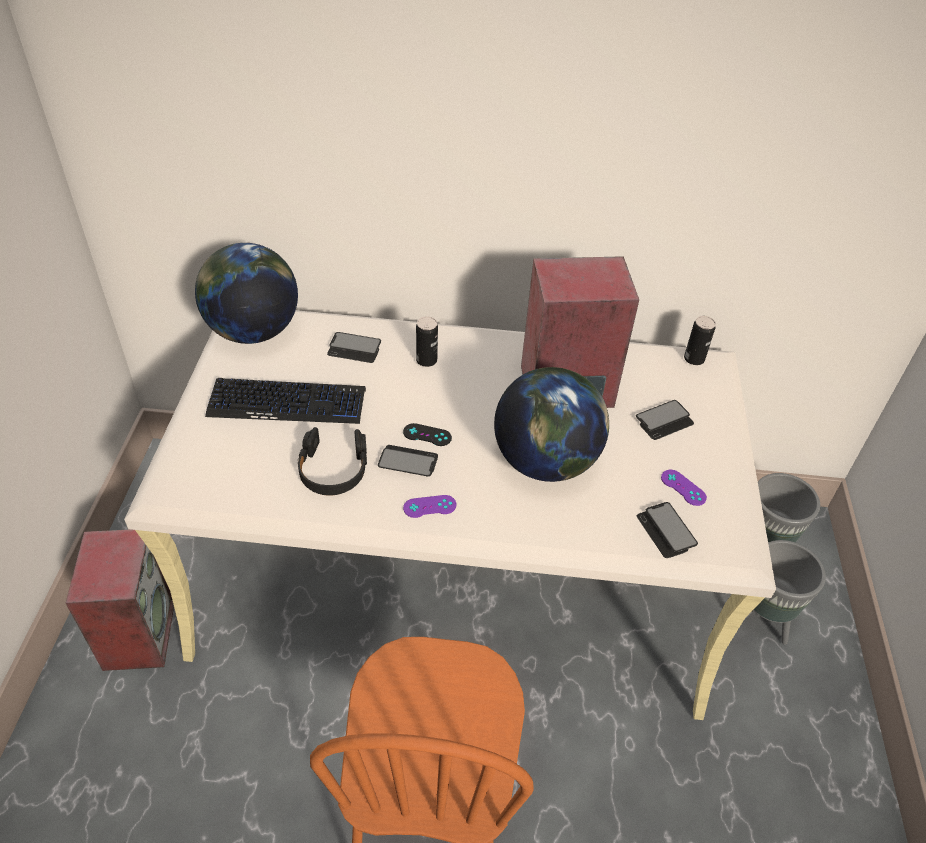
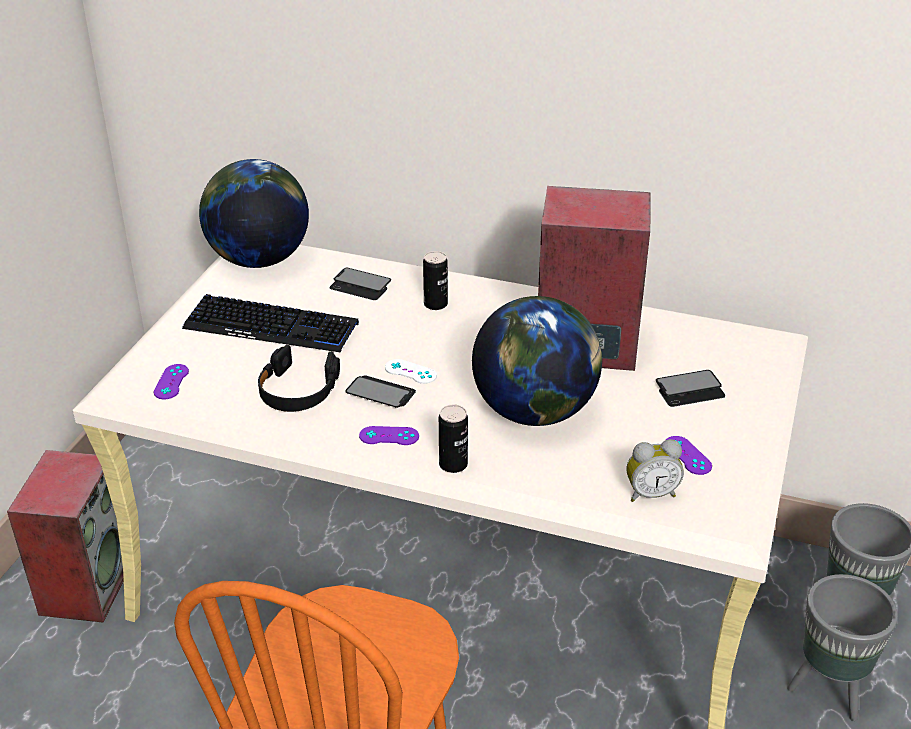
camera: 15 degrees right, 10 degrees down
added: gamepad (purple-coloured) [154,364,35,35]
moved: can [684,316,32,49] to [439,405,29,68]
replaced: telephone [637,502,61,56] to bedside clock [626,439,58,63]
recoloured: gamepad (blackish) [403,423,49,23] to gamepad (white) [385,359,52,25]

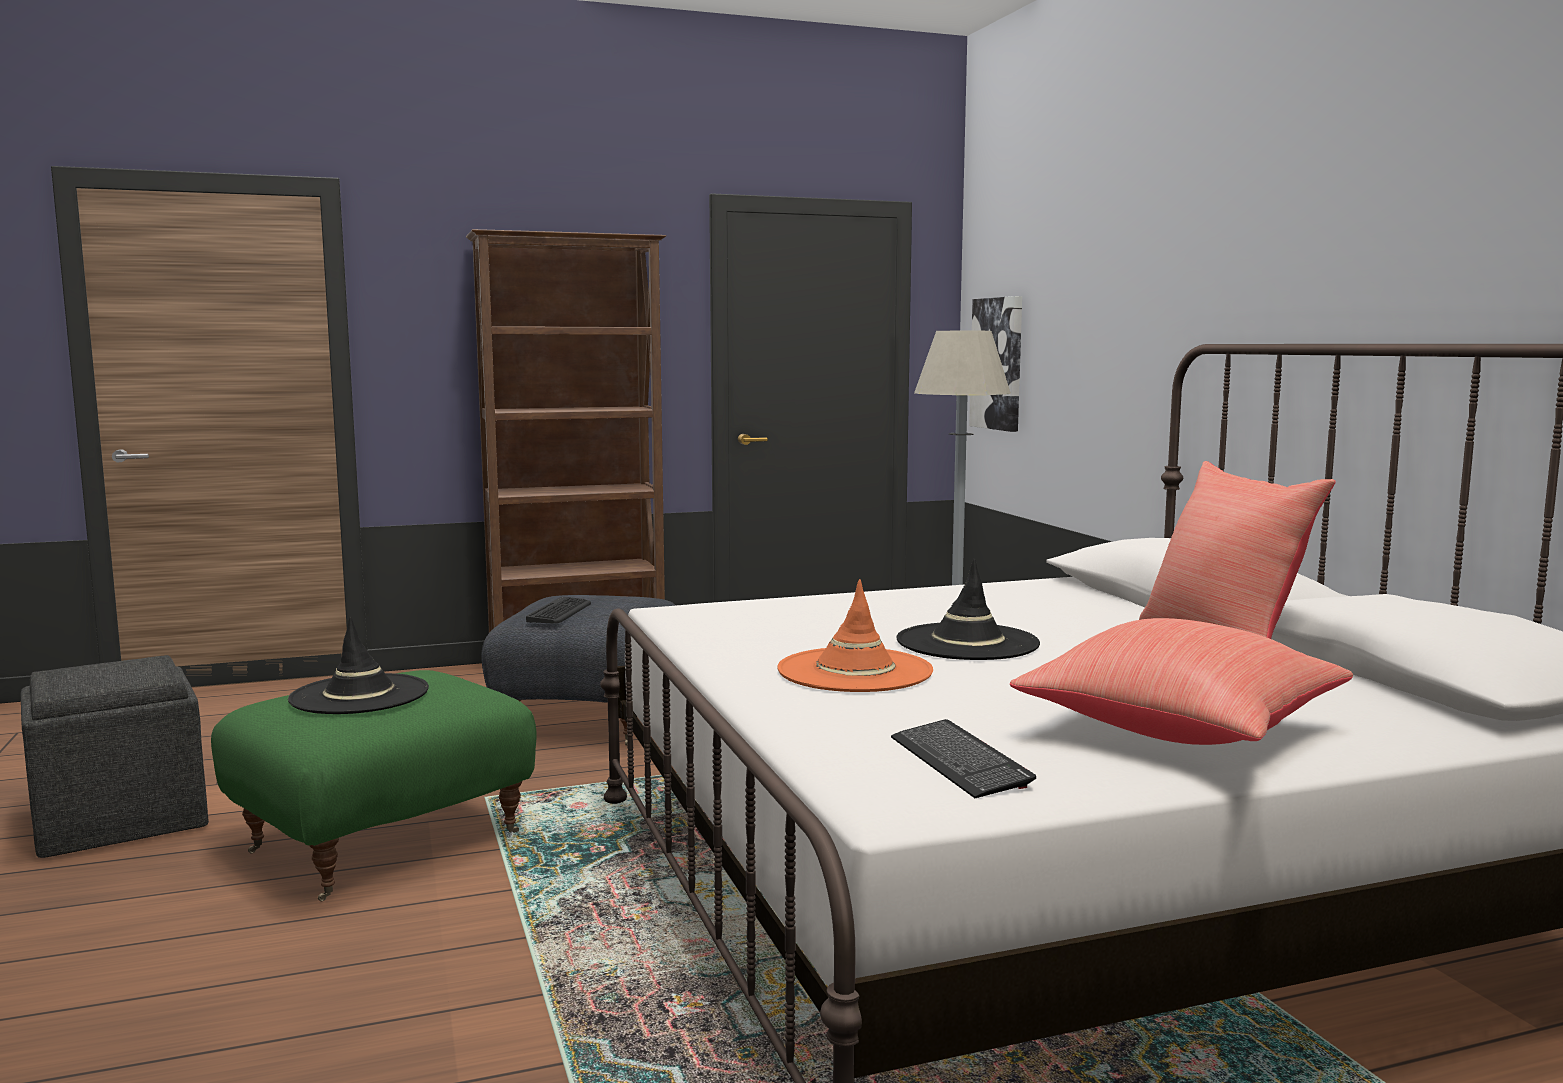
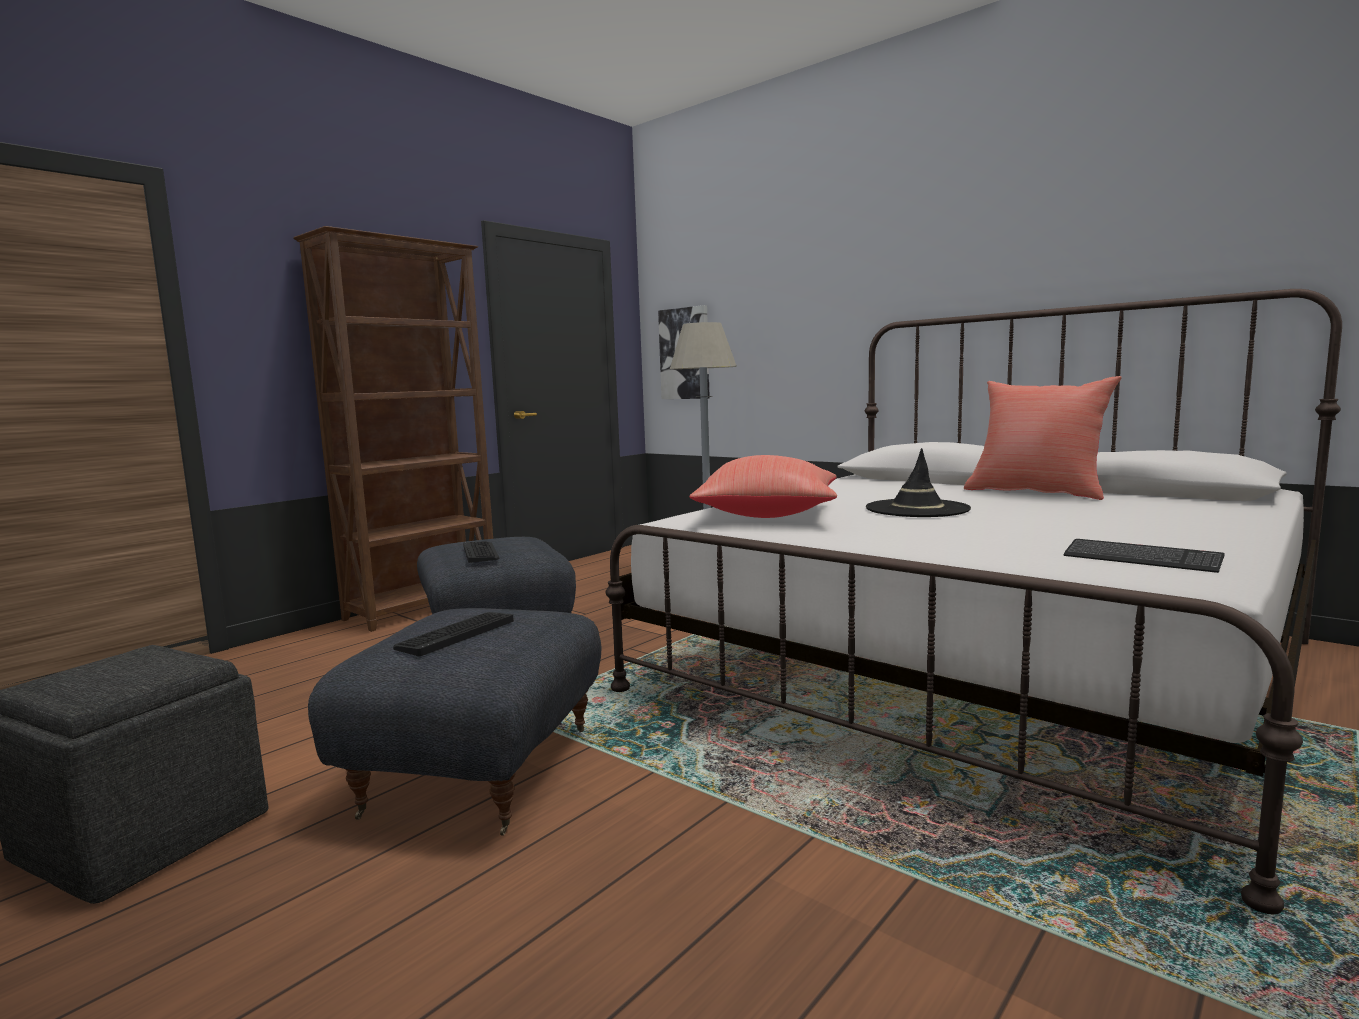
camera: 30 degrees left, 0 degrees up
removed: clothing hat (orange-coloured) [777,579,156,113]
moved: pillow (red-coloured) [1010,618,343,127] to [689,455,148,63]
replaced: clothing hat (blackish) [288,617,141,97] to computer keyboard [393,612,121,44]
recoloured: ottoman (greenish) [211,670,326,231] to ottoman (gray) [308,608,293,228]

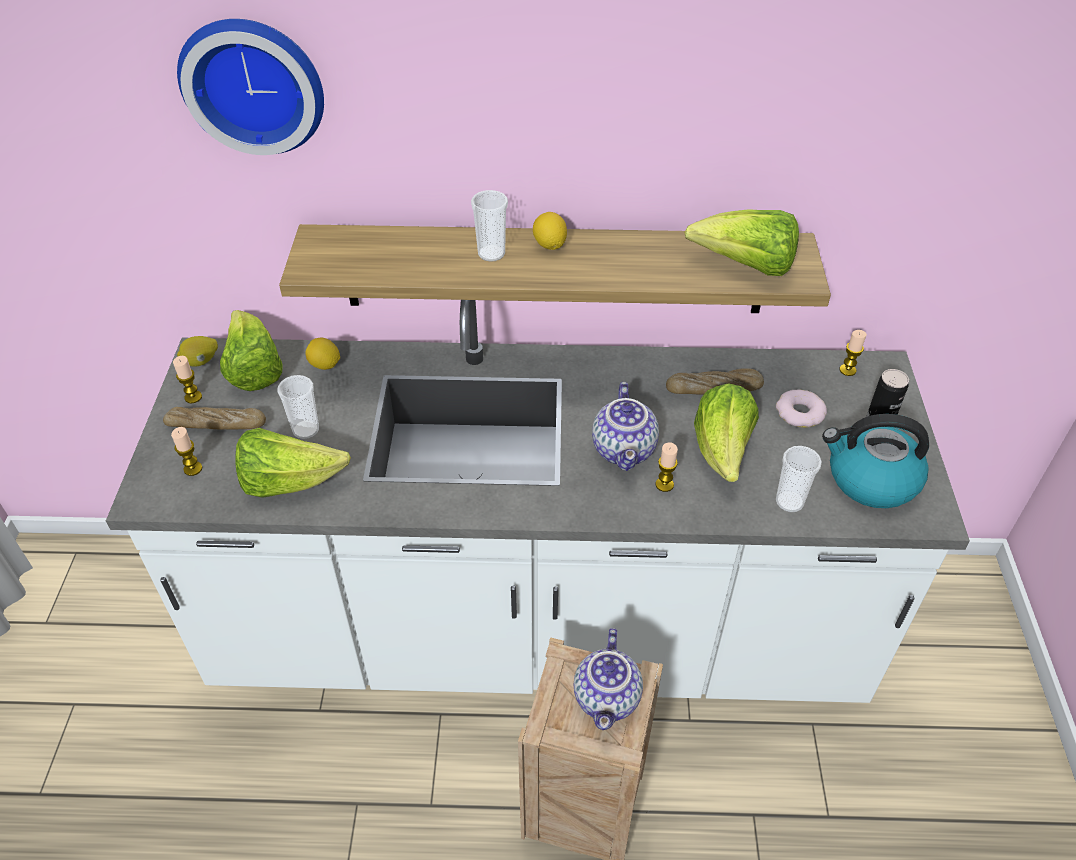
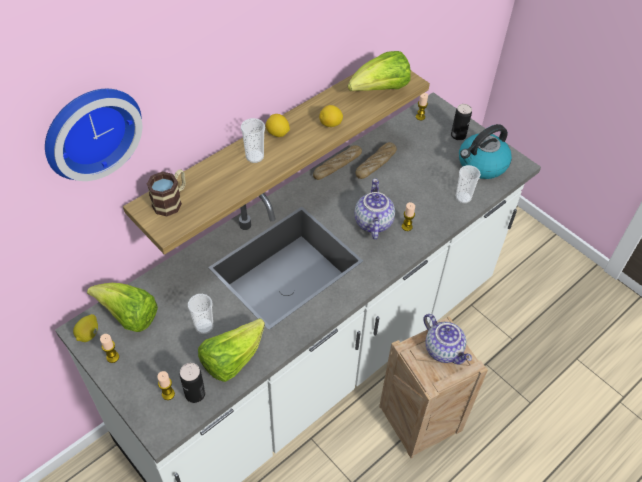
camera: 45 degrees left, 5 degrees up
removed: lettuce head [694,383,65,99]; ring doughnut [776,390,51,38]
added: tea mug [147,169,39,47]; can [180,363,25,40]
moved: lemon [305,338,35,32] to [319,105,24,22]; bread [163,407,103,23] to [313,145,49,35]
turned: tea pot [592,382,67,89] = [354,179,41,60] 135 degrees counterclockwise

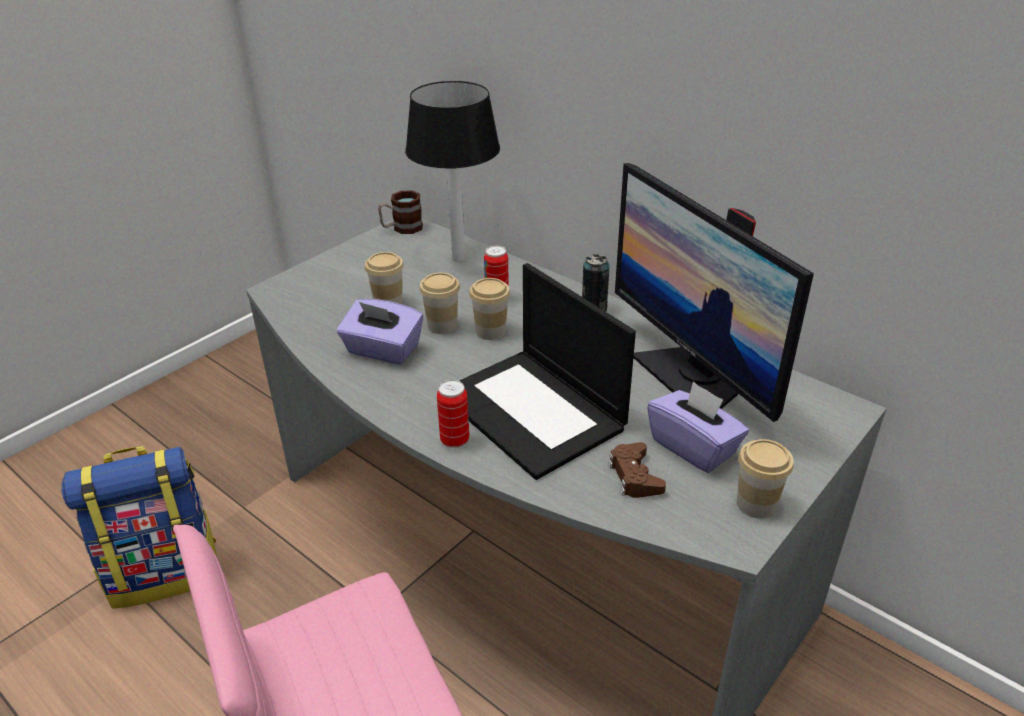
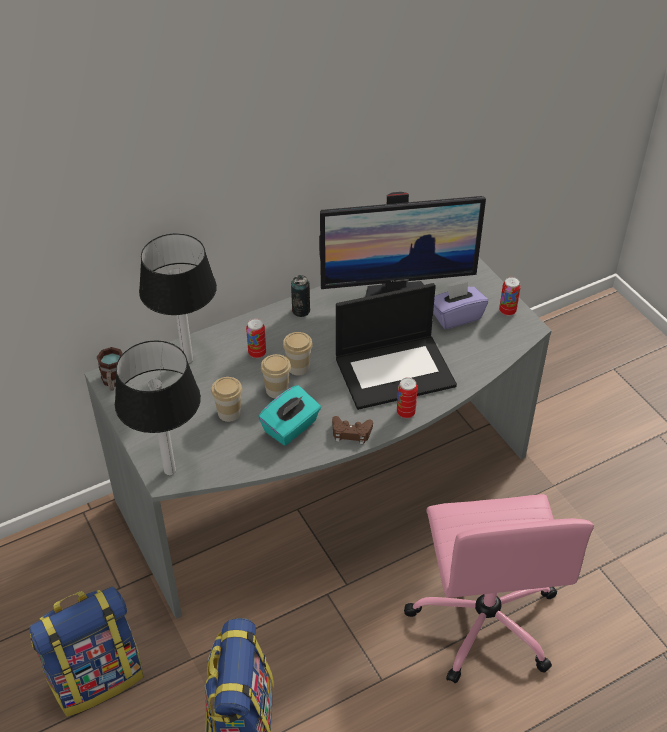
camera: 70 degrees left, 10 degrees up
added: table lamp [115,341,86,134]; knapsack [29,587,115,130]
moved: gamepad (brownish) [608,442,58,56] to [332,416,41,28]
replaced: small cup [737,439,57,79] to can [499,277,22,39]
recoloured: box of tissues (purple-coloured) [337,299,86,66] to box of tissues (blue-green) [258,385,63,61]

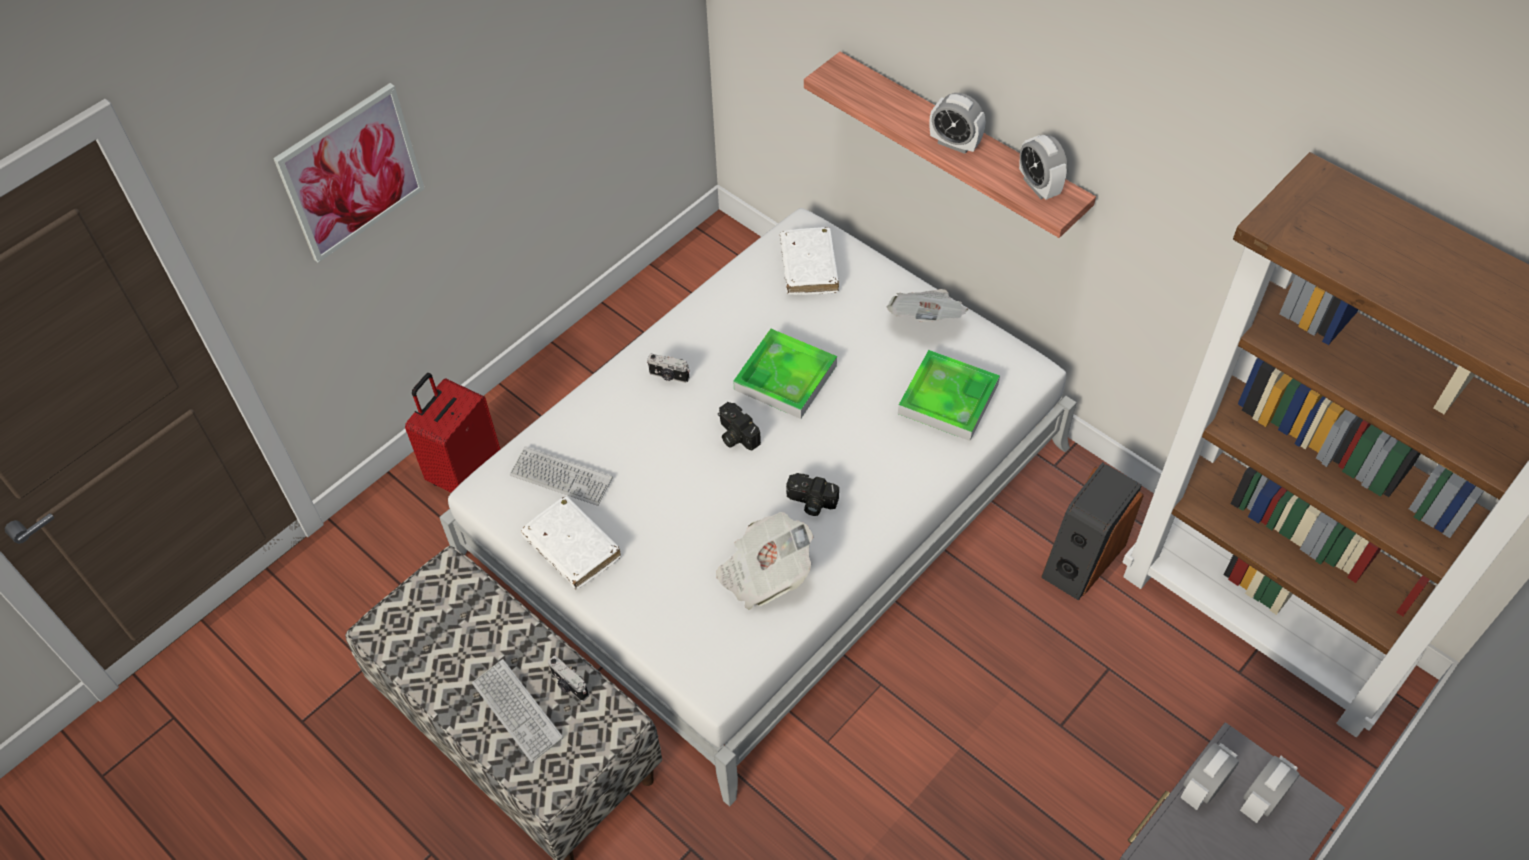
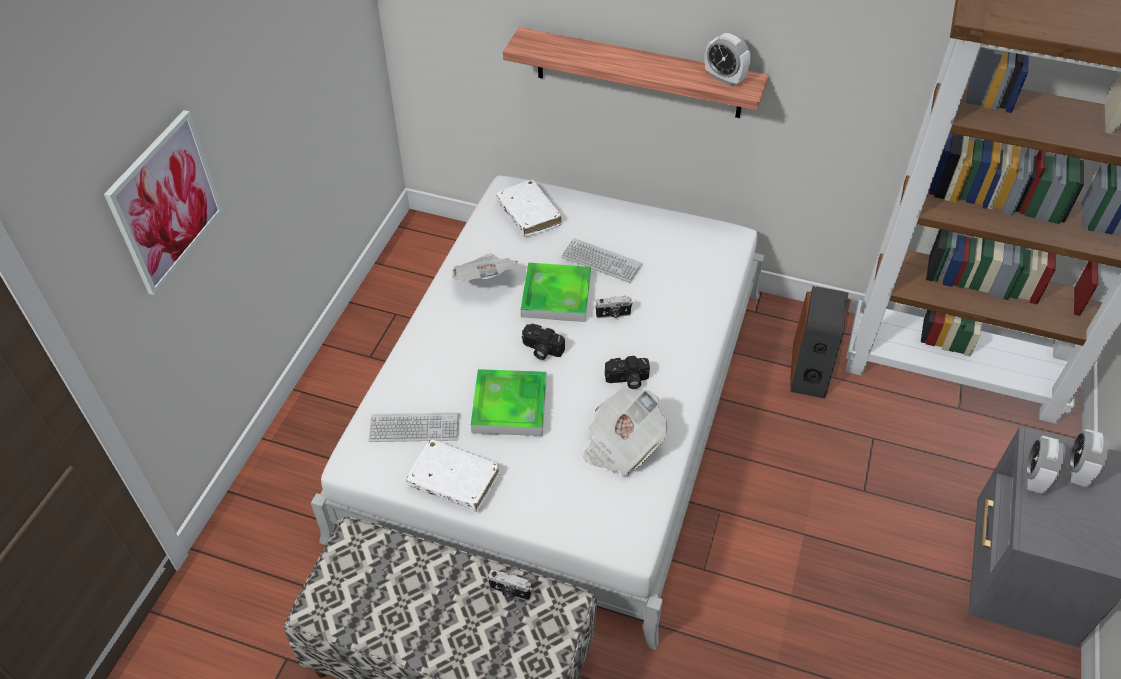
camera: 25 degrees left, 5 degrees down
removed: bedside clock [930,93,56,61]; piece of luggage (red-coloured) [405,373,95,120]
moved: printed paper [887,289,82,33] to [452,254,67,27]; carrying tray [898,350,102,91] to [471,369,76,67]; still camera [647,354,43,29] to [595,296,38,22]; computer keyboard [472,659,91,103] to [561,238,81,45]

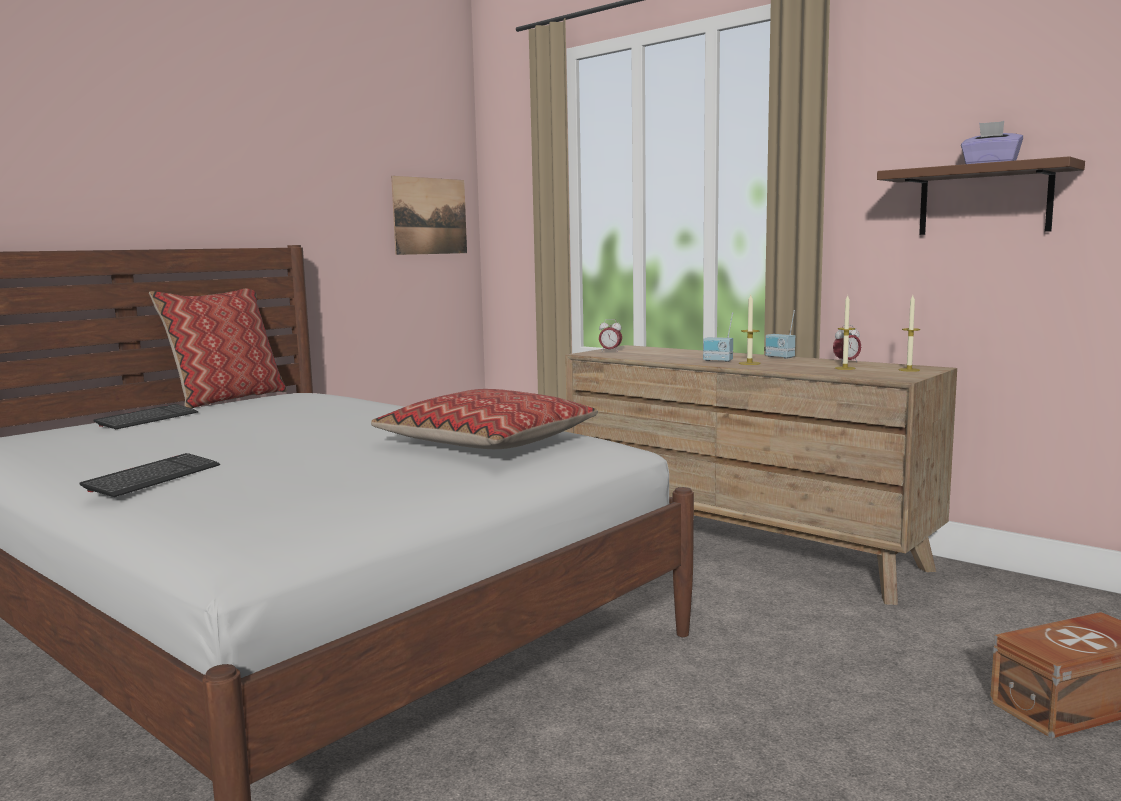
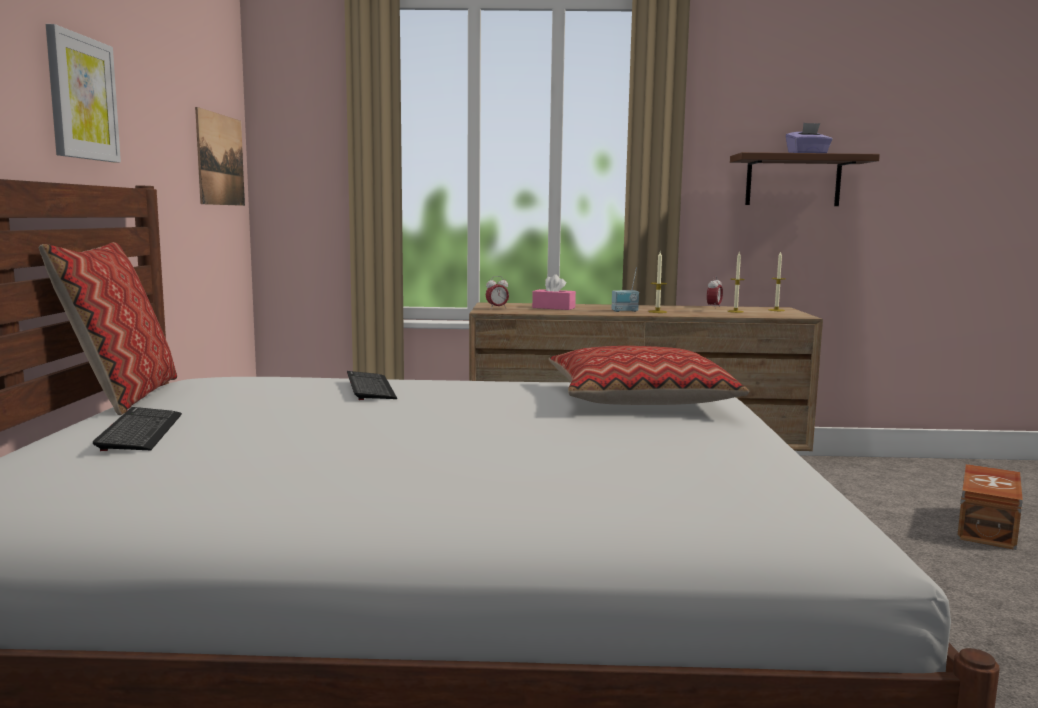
camera: 40 degrees left, 0 degrees up
removed: radio receiver [765,310,30,49]
added: wall art [46,24,75,138]; box of tissues (pinkish) [532,274,44,36]
moved: computer keyboard [79,453,141,44] to [347,371,50,29]

